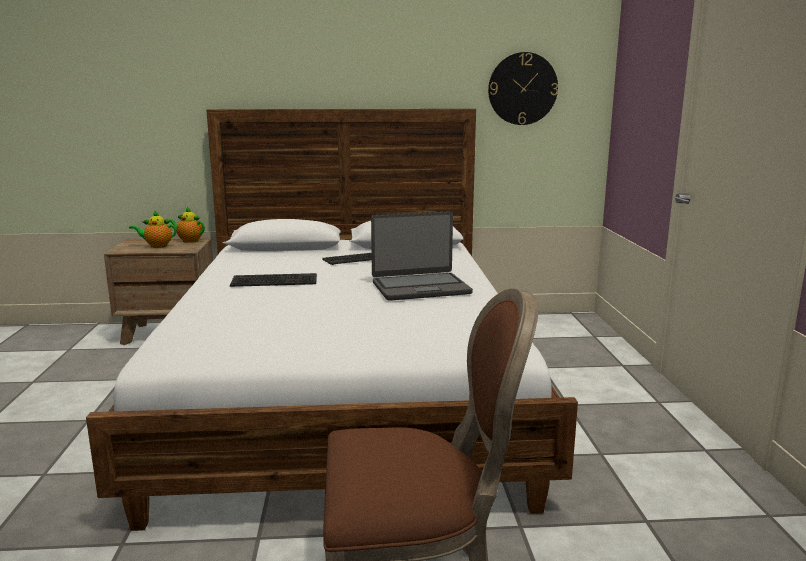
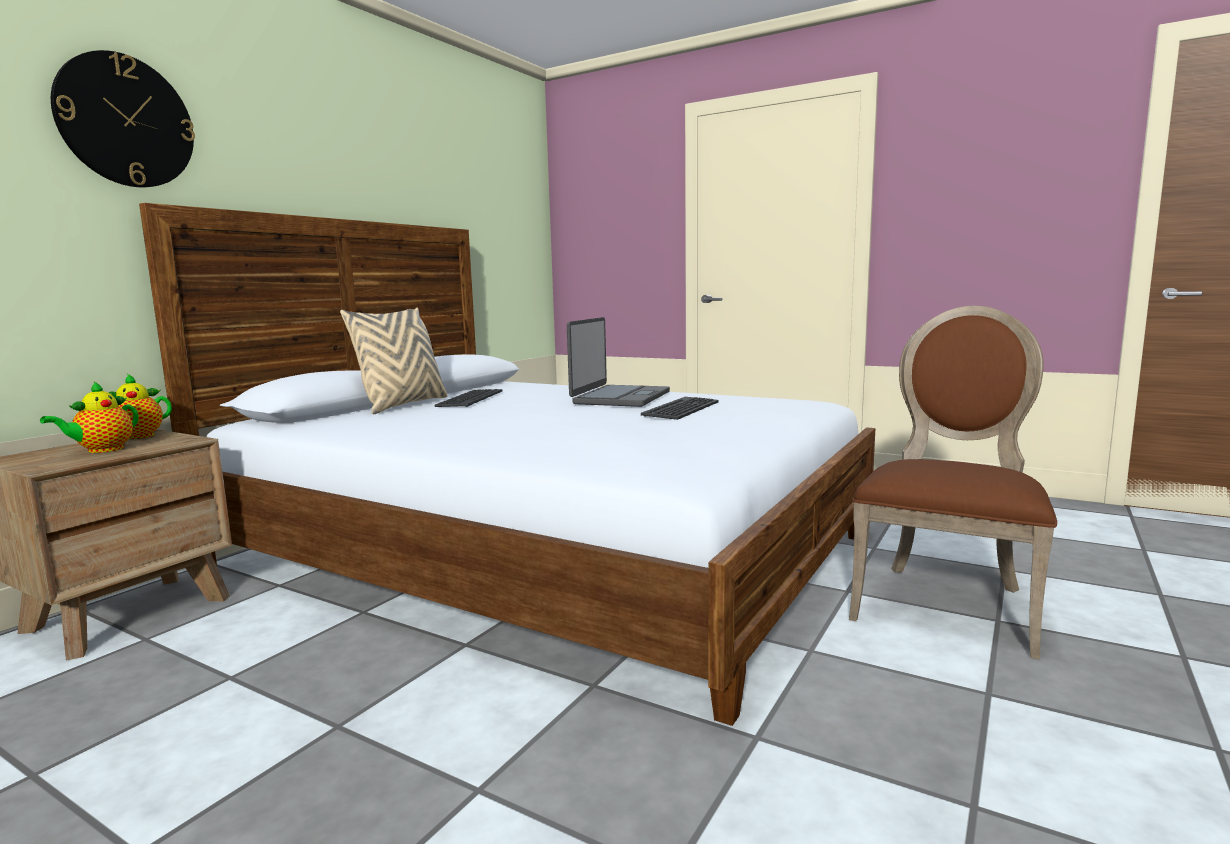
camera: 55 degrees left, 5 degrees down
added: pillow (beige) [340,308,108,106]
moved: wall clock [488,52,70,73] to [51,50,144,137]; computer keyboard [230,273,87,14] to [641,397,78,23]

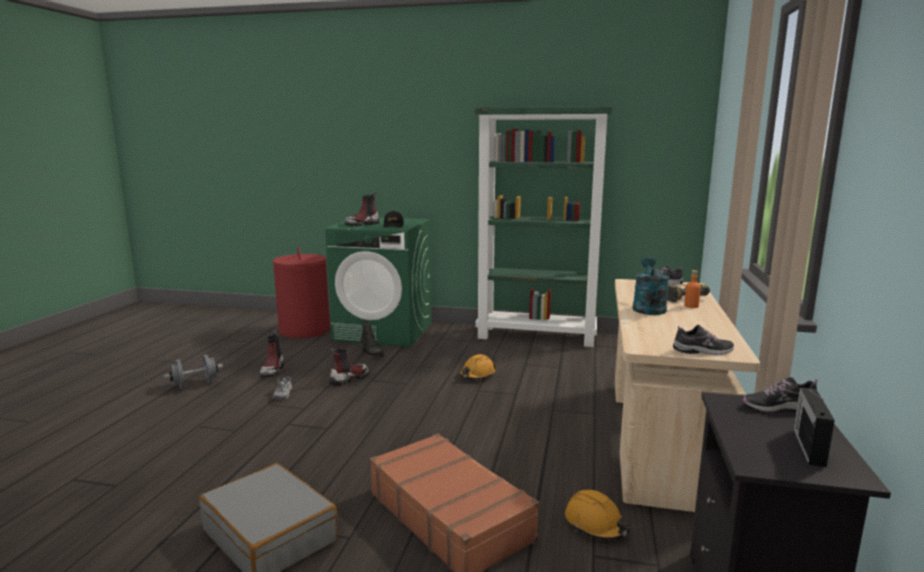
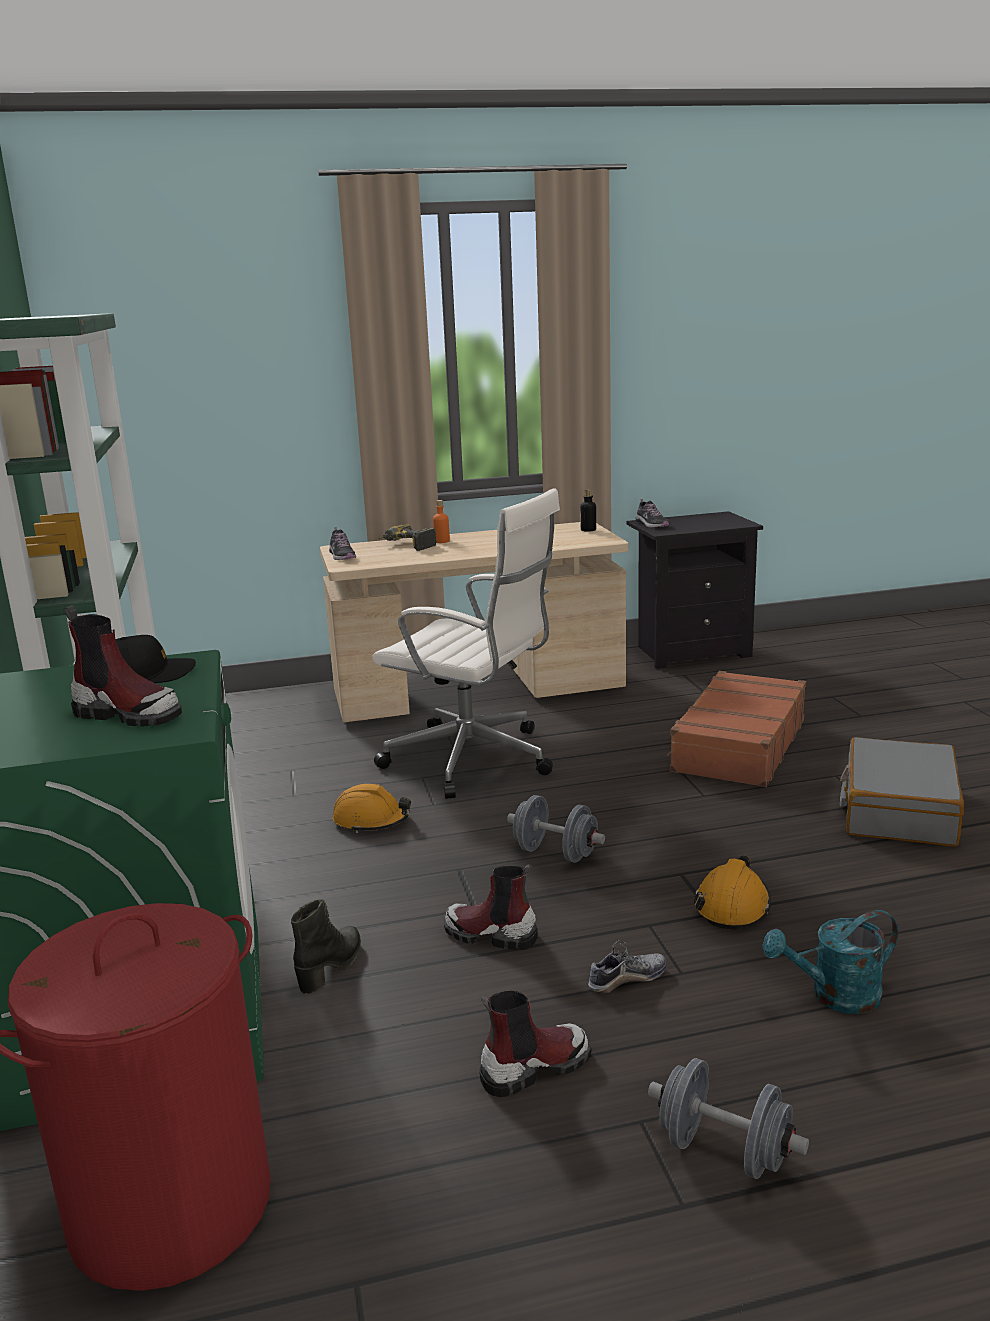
camera: 115 degrees left, 5 degrees up
removed: radio receiver [793,387,42,80]
added: desk chair (white) [372,488,188,311]; dumbbell (gray) [507,795,98,67]
moved: watering pot (blue-green) [633,256,37,59] to [762,910,136,104]; work helmet (orange-coloured) [565,490,65,50] to [694,855,77,75]
replaced: shoe [673,325,61,30] to beverage bottle [580,489,16,43]

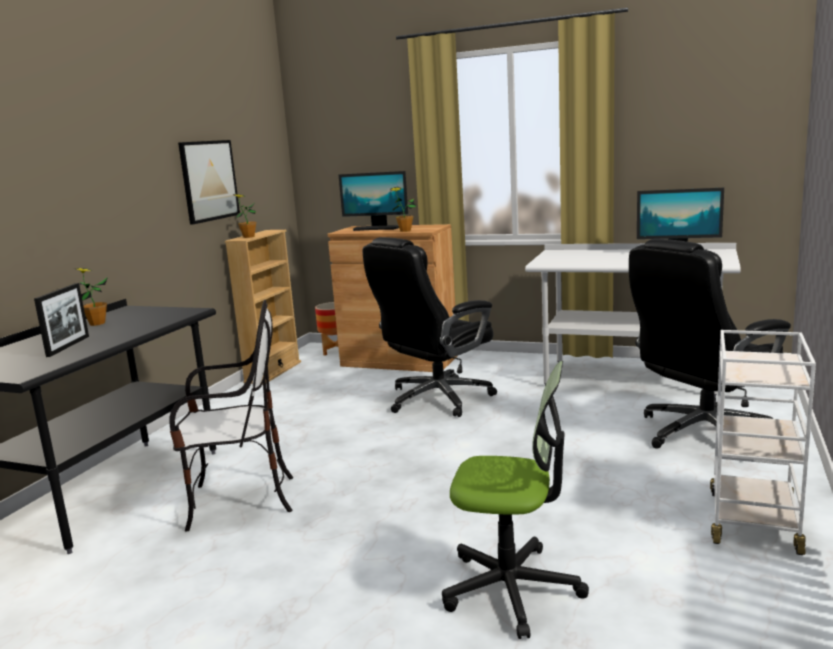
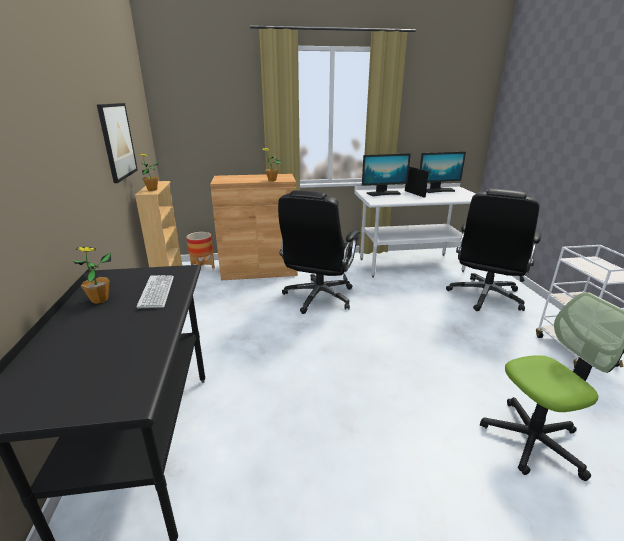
camera: 30 degrees left, 10 degrees up
removed: plain chair [169,300,124,232]
added: computer keyboard [136,275,38,33]
moved: computer screen [339,171,69,60] to [362,153,49,43]; photo frame [34,283,55,74] to [405,166,24,31]

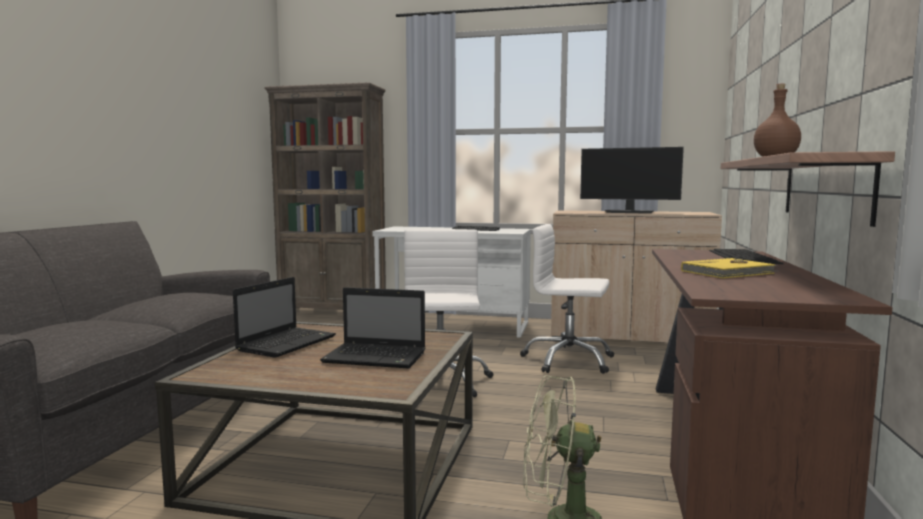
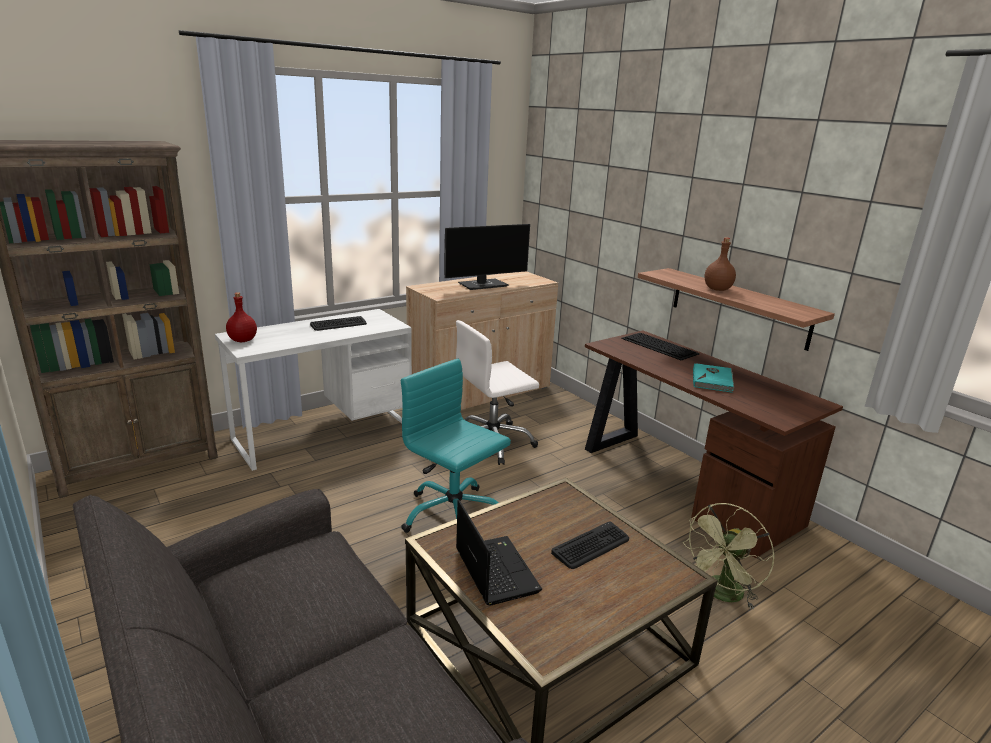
camera: 50 degrees left, 15 degrees up
added: beverage bottle (red-coloured) [226,292,31,50]
replaced: portable computer [320,287,106,82] to computer keyboard [551,521,78,48]
recoloured: desk chair (white) [404,229,89,168] to desk chair (blue-green) [401,359,110,174]; bound book (yellowish) [681,258,97,20] to bound book (blue-green) [693,363,41,30]

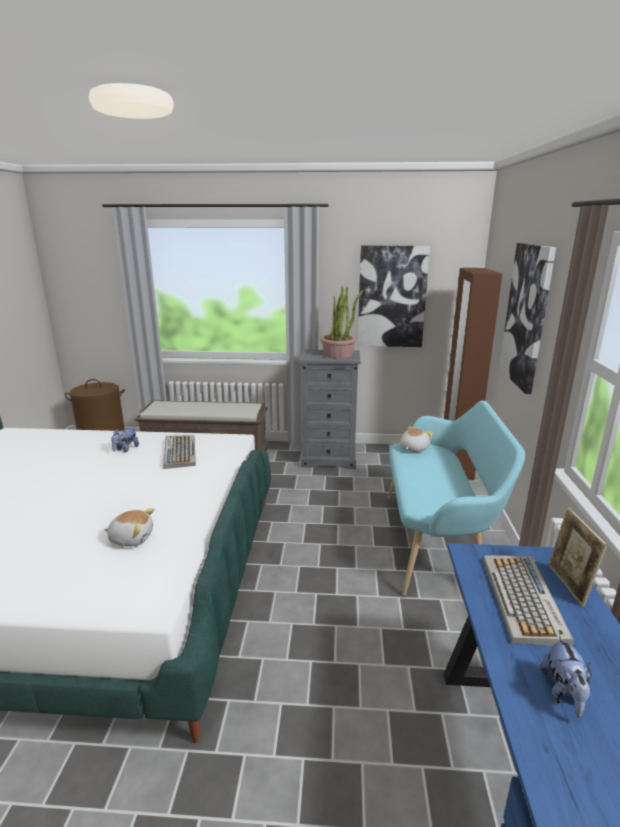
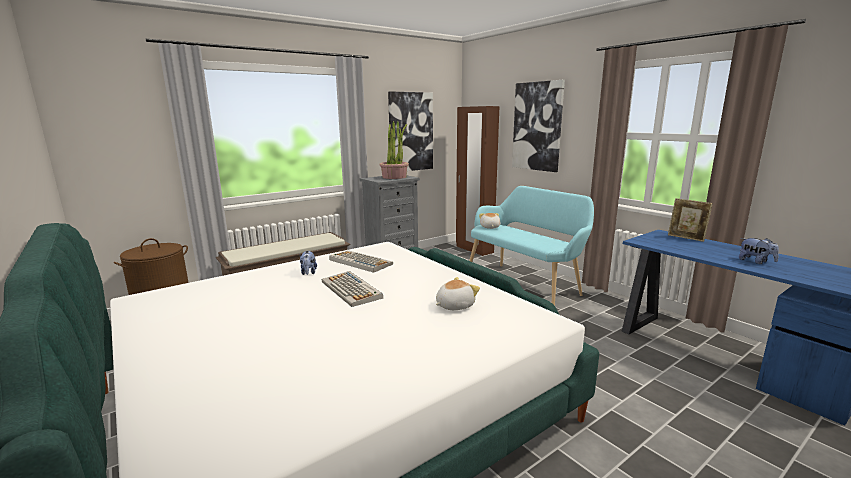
camera: 40 degrees left, 5 degrees down
moved: computer keyboard [483,555,91,91] to [322,271,61,36]

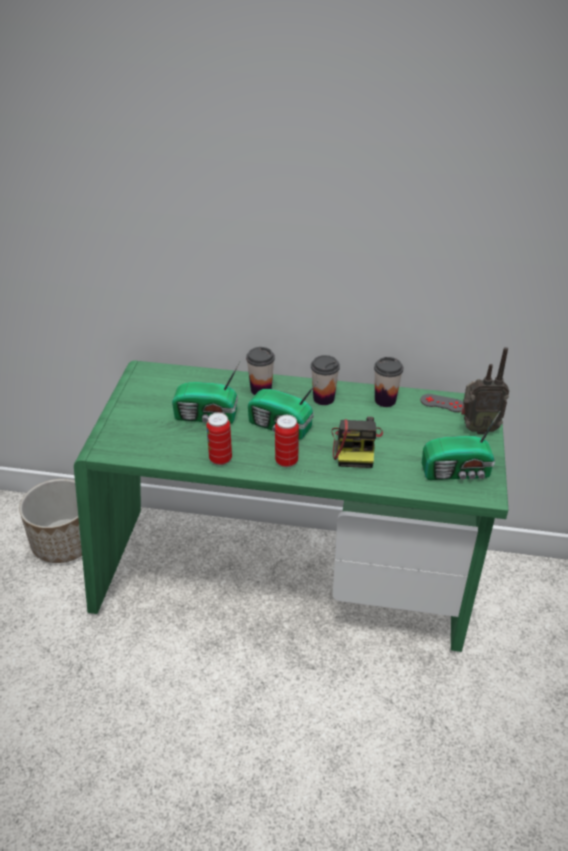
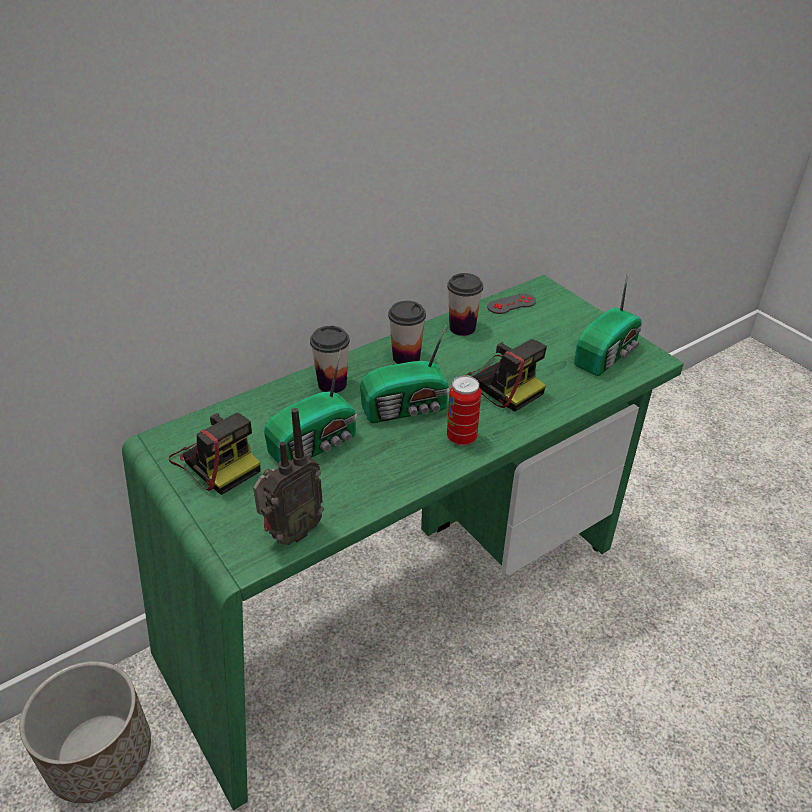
camera: 45 degrees left, 0 degrees up
removed: can [206,412,26,53]
added: still camera [169,413,91,82]
moved: radio receiver [461,347,48,87] to [253,408,71,137]

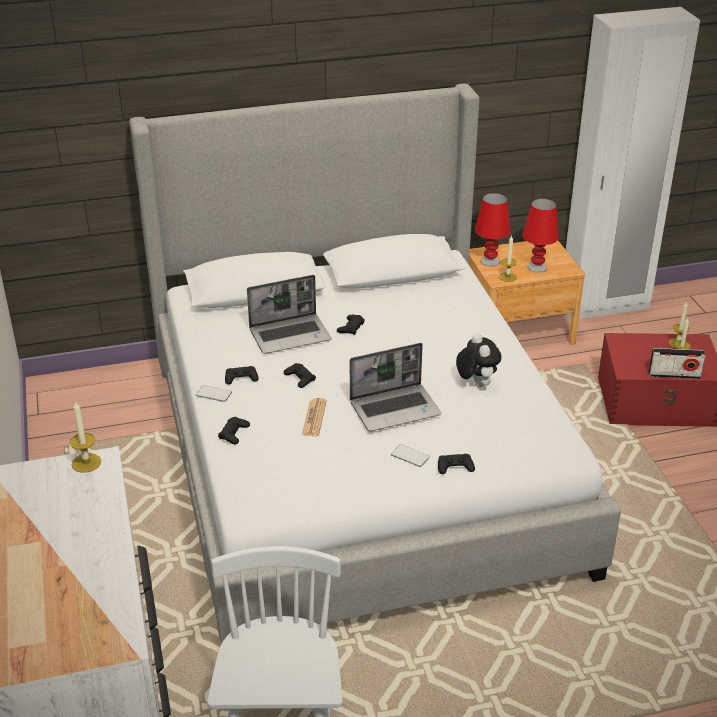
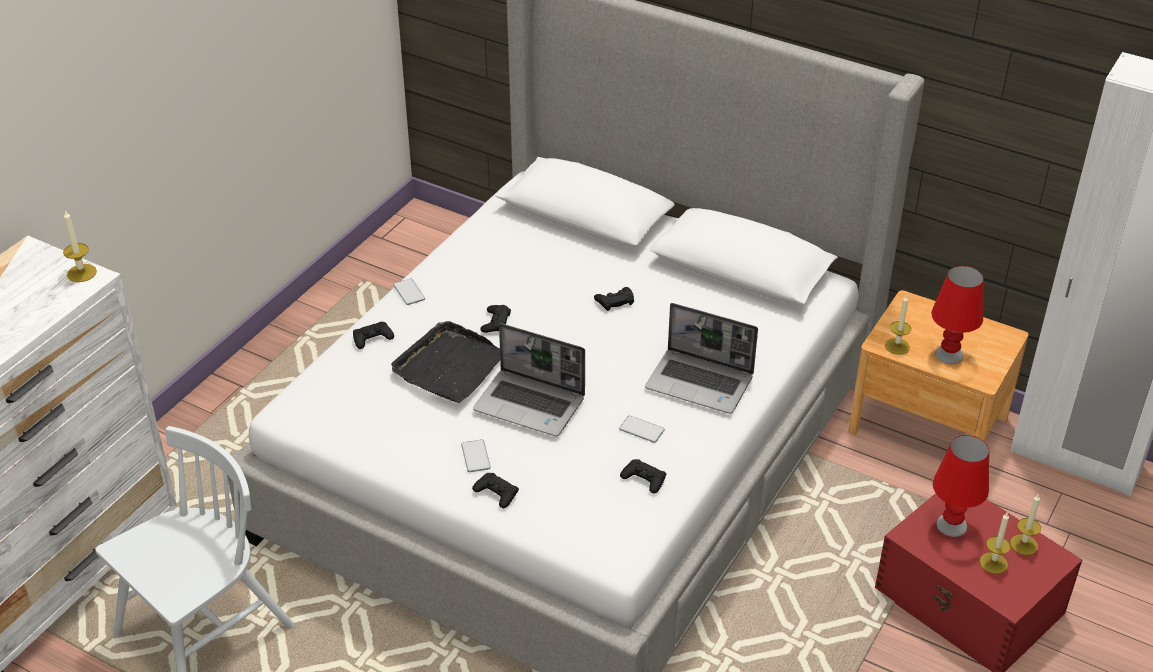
camera: 45 degrees right, 5 degrees up
removed: radio receiver [648,348,57,31]
moved: table lamp (red-coloured) [475,193,36,74] to [932,435,57,102]; portable computer [247,275,84,79] to [645,303,113,111]; gamepad (blackish) [225,366,34,19] to [620,459,46,35]
replaced: cuddly toy [456,334,45,53] to telephone [619,415,46,28]; printed paper [302,398,25,39] to carrying tray (blackish) [391,321,109,82]

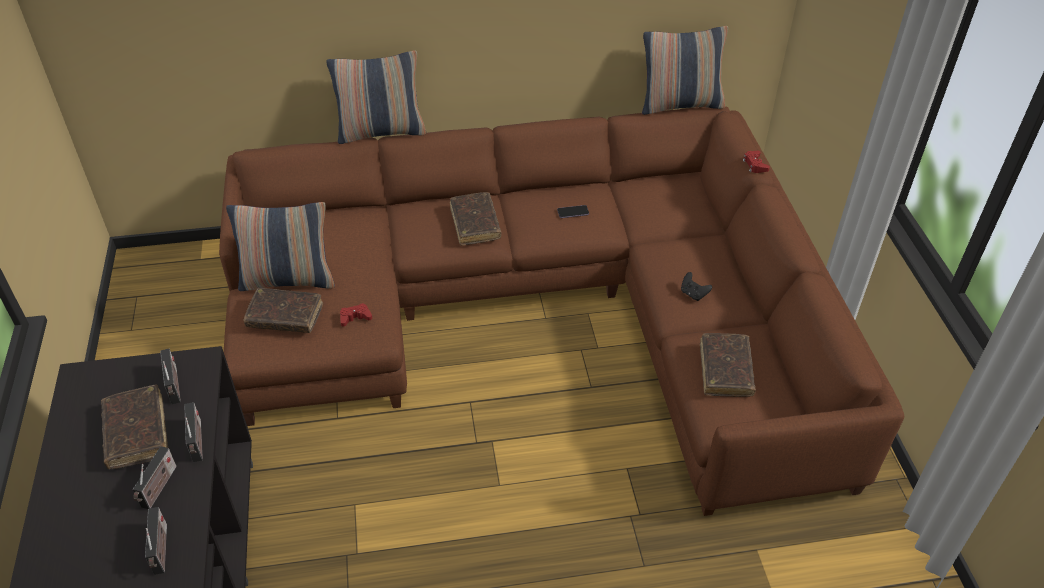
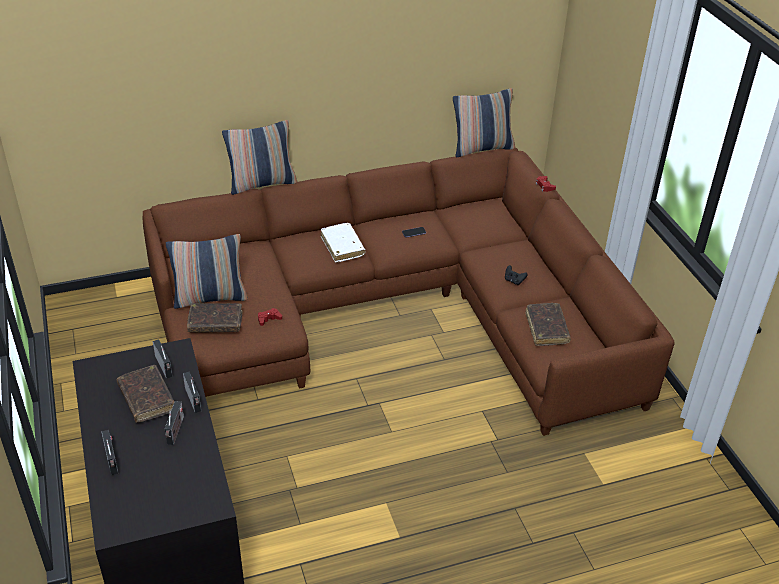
camera: 10 degrees left, 5 degrees down
moved: radio receiver [145,507,22,68] to [102,430,17,45]
recoloured: bound book (brownish) [450,192,52,54] to bound book (white) [321,223,44,40]

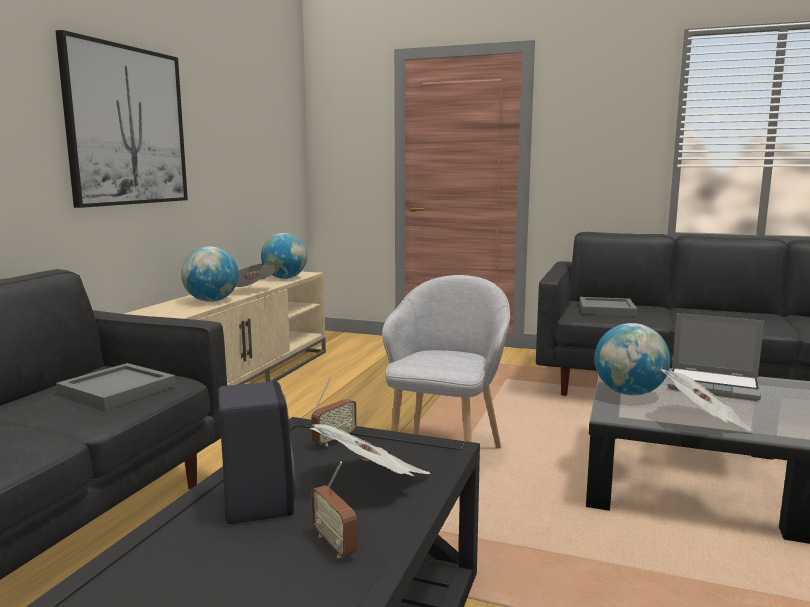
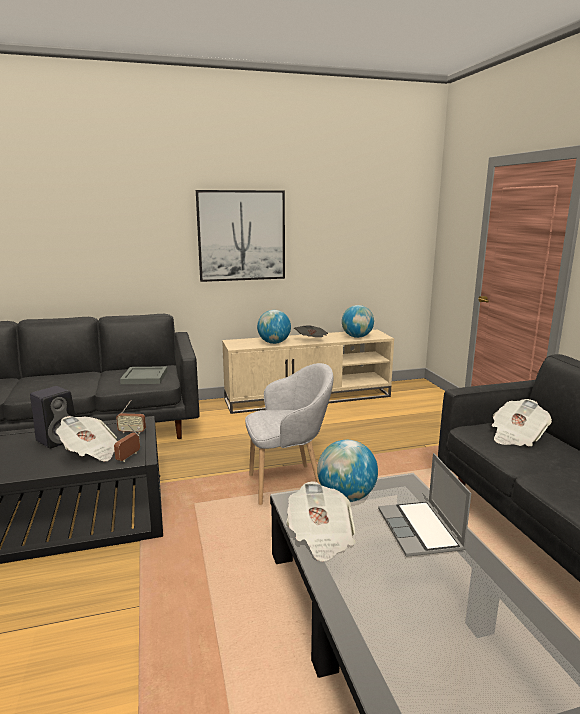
camera: 55 degrees right, 5 degrees up
moved: radio receiver [312,461,45,97] to [114,424,26,38]
replaced: carrying tray (gray) [579,297,58,19] to printed paper [492,399,60,47]

